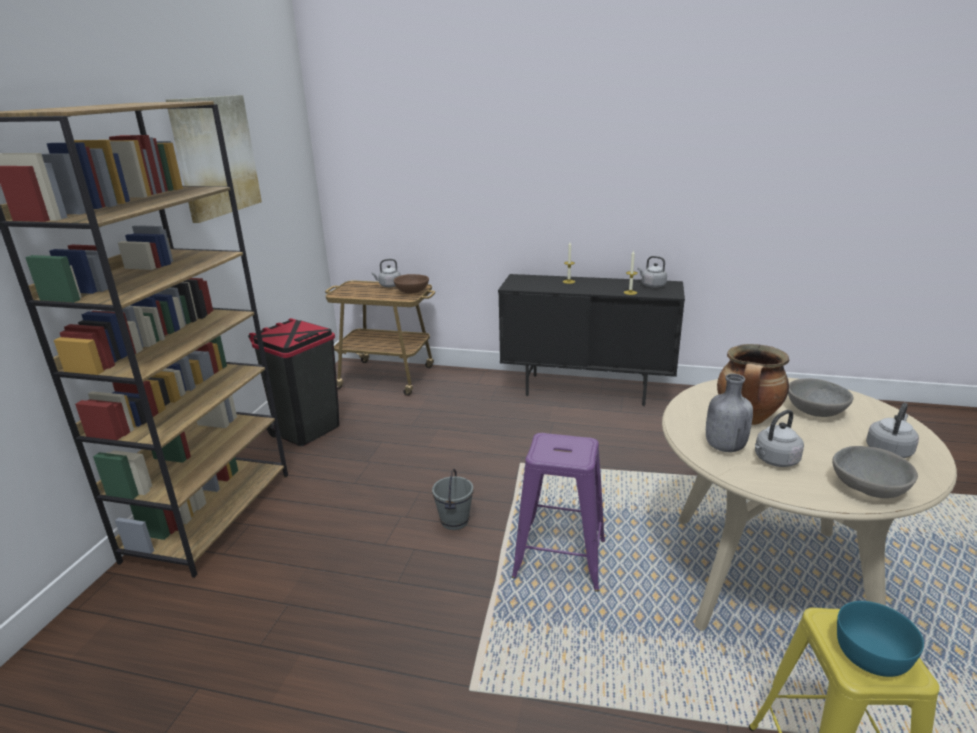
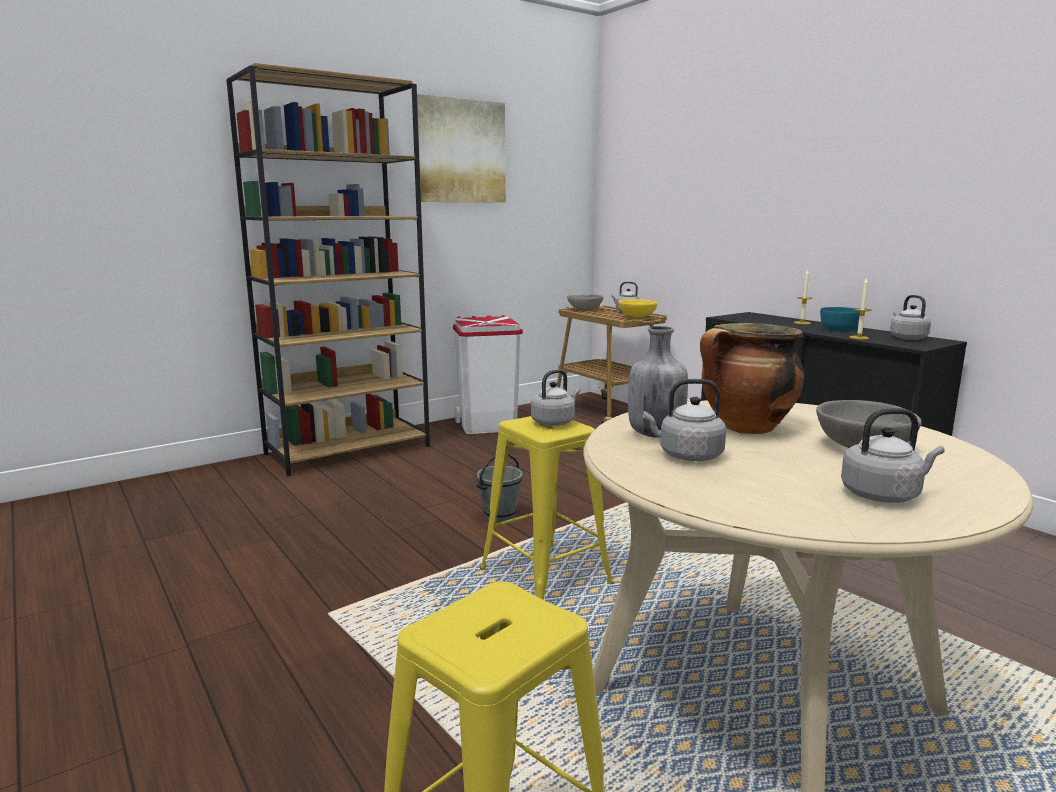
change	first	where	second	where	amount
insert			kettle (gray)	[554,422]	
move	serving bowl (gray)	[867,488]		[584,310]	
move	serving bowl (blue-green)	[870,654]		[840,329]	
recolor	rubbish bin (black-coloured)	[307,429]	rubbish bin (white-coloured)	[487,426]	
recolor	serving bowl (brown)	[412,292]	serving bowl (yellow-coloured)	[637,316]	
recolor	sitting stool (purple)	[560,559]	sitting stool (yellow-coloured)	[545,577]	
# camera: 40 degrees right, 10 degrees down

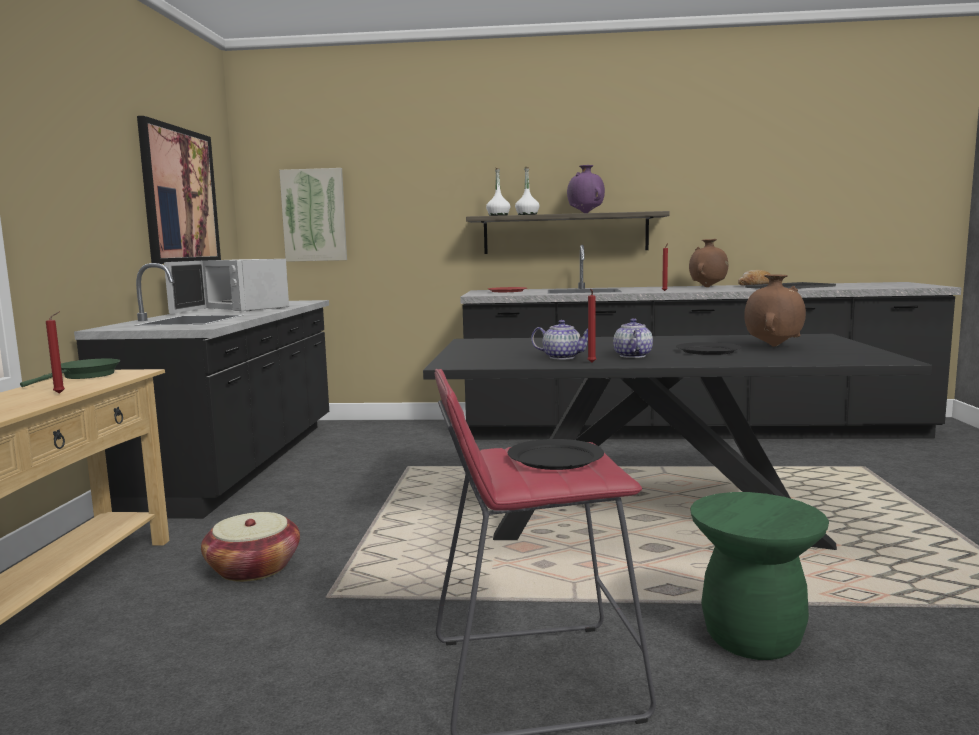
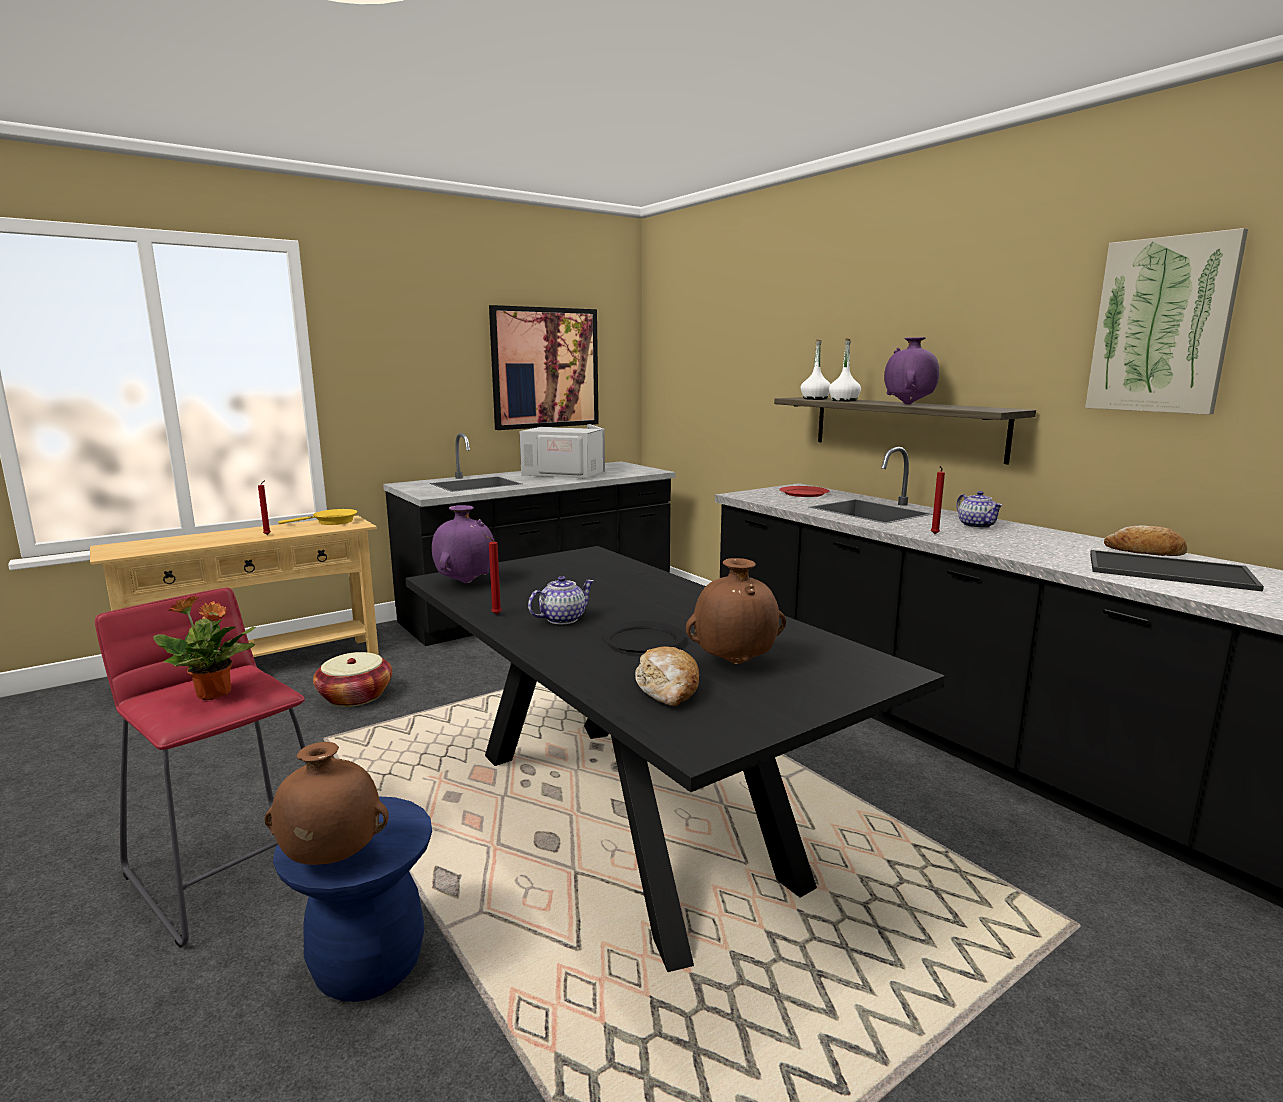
change	first	where	second	where	amount
insert			decorative vase (purple)	[466,582]	
insert			bread	[668,689]	
move	wall art	[314,215]		[1162,326]	
move	pot for tea	[561,357]		[976,526]	
move	decorative vase (brown)	[708,287]		[331,858]	
replace	flat dish (black-coloured)	[555,458]	plant in a pot	[215,694]	
recolor	frying pan (green-coloured)	[85,376]	frying pan (yellow-coloured)	[331,522]	
recolor	sitting stool (green-coloured)	[752,638]	sitting stool (blue)	[368,966]	
rotate	kitchen microwave (white-coloured)	[240,308]		[566,473]	105 degrees clockwise
# camera: 50 degrees right, 5 degrees up

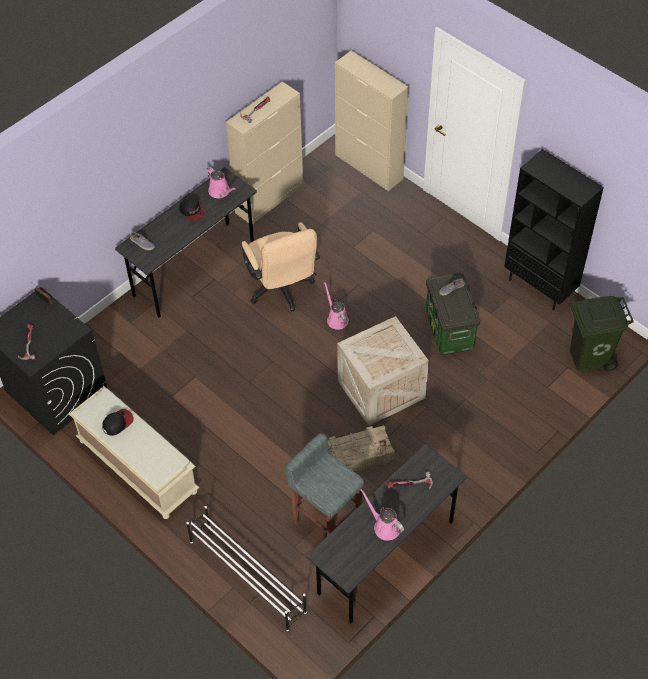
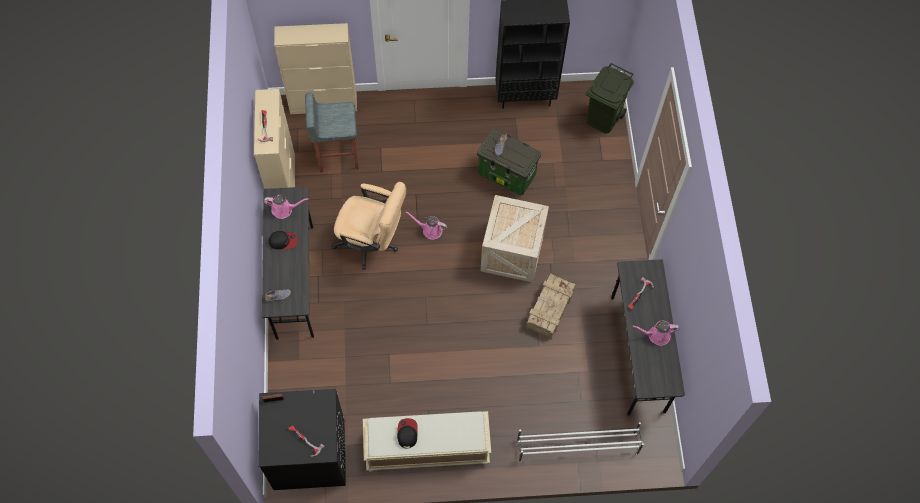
change	first	where	second	where	amount
move	sitting stool (gray)	[326,521]		[337,155]	
# camera: 50 degrees left, 10 degrees up

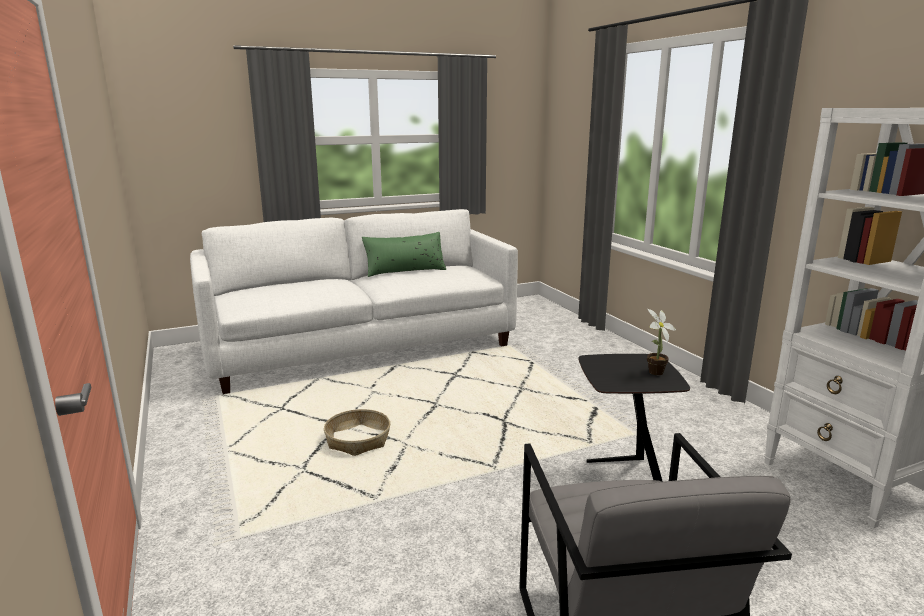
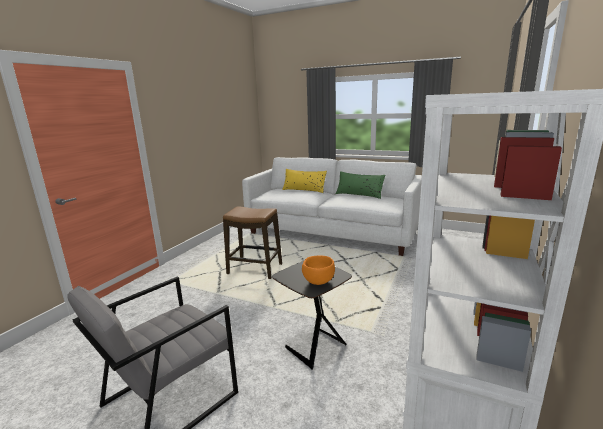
change	first	where	second	where	amount
insert			cushion (yellow-coloured)	[304,190]	
replace	basket	[358,440]	sitting stool	[255,269]	
replace	plant in a pot	[654,373]	serving bowl (orangey)	[318,281]	
# camera: 50 degrees right, 0 degrees up

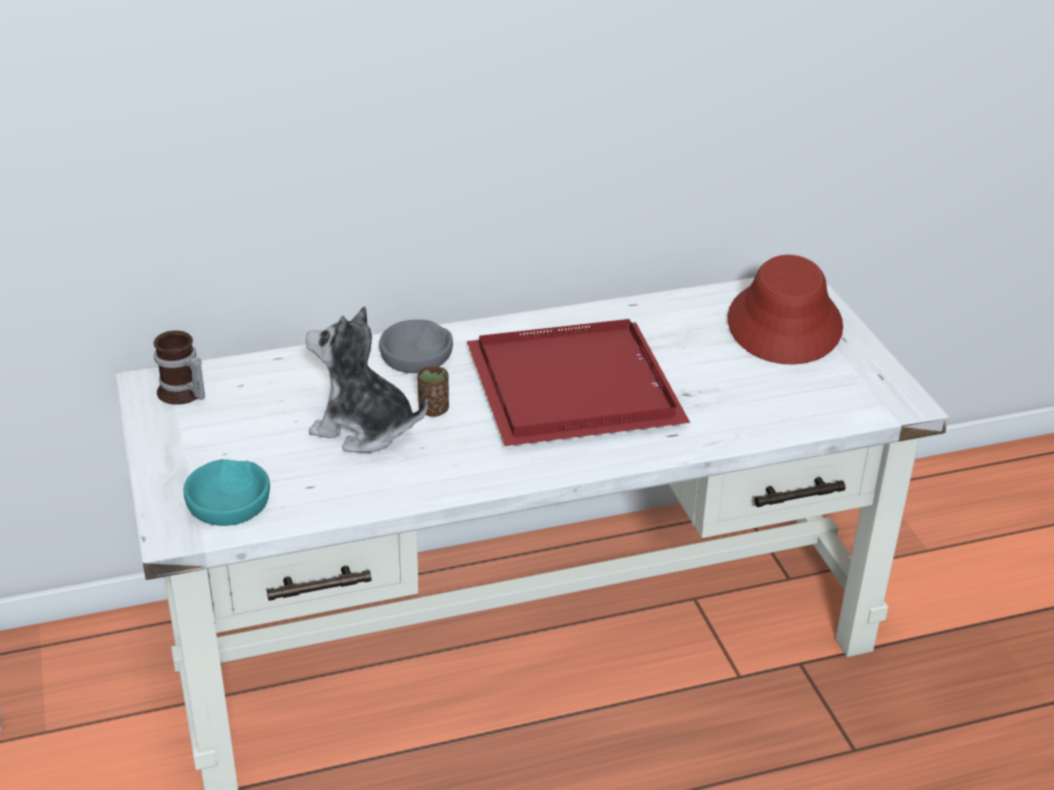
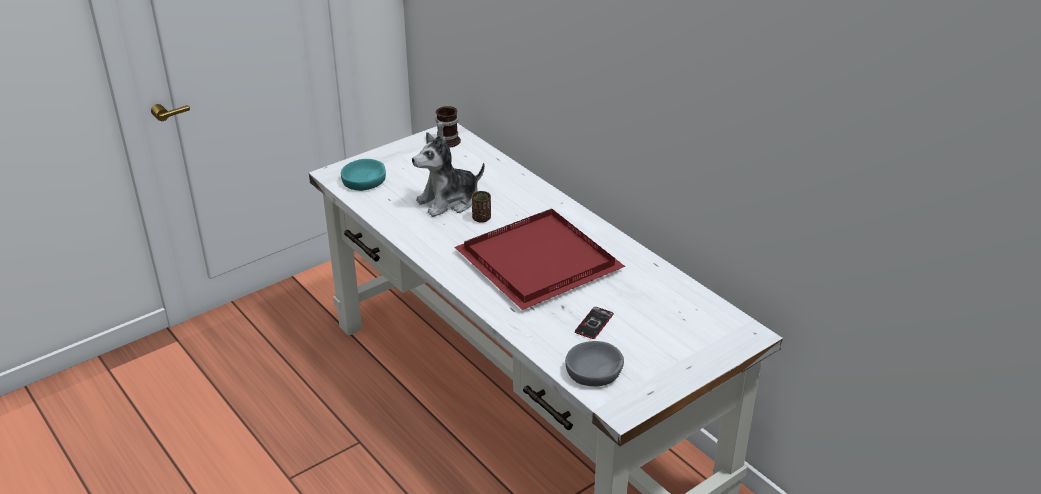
change	first	where	second	where	amount
delete	hat (red)	[785,324]			
insert			handset	[594,323]	
move	serving bowl (gray)	[416,355]		[594,370]	
rotate	soft toy	[363,429]		[449,201]	120 degrees counterclockwise
# camera: 70 degrees right, 0 degrees up

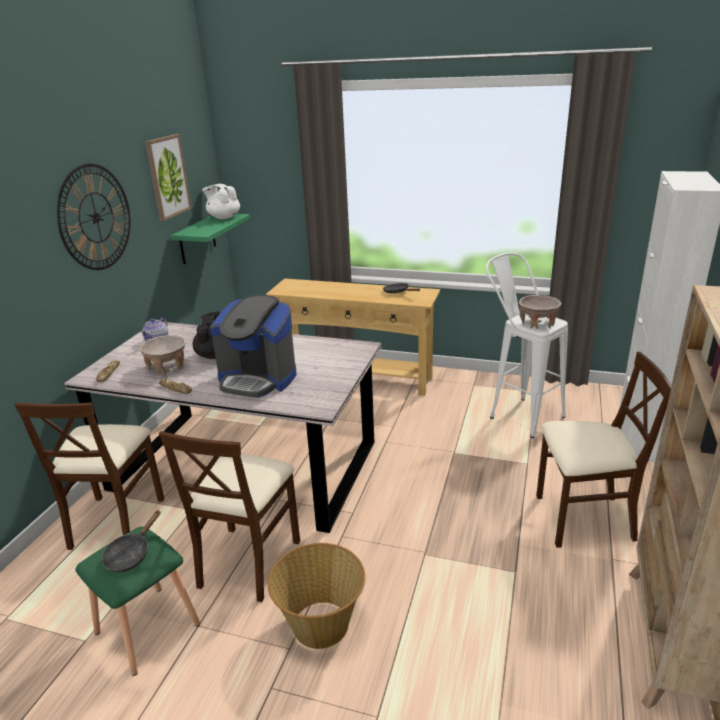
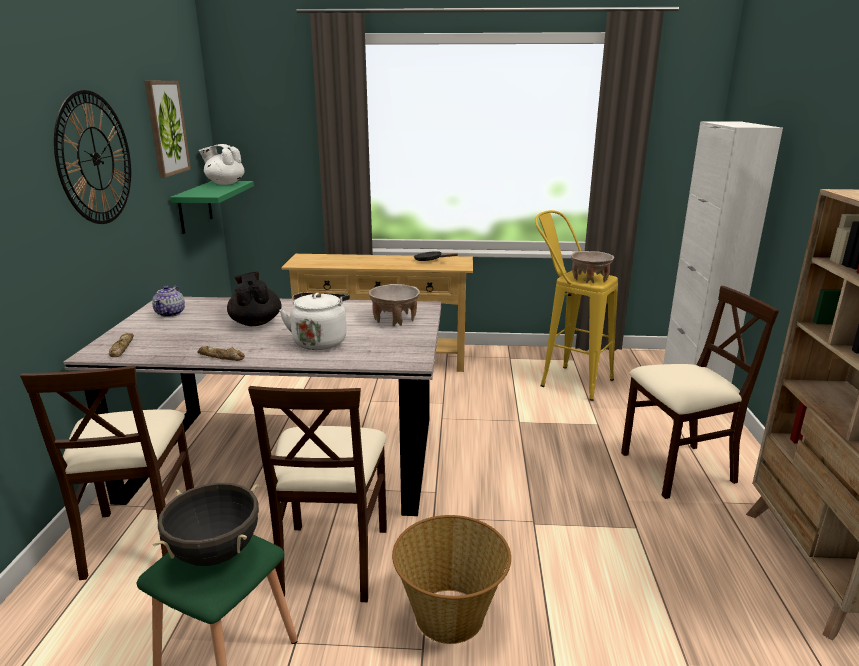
change	first	where	second	where	amount
move	serving bowl (beige)	[167,367]		[394,319]	
replace	frying pan (black-coloured)	[131,554]	cooking pot (black-coloured)	[215,553]	
replace	coffee maker	[257,379]	kettle (white-coloured)	[320,341]	
recolor	sitting stool (white-coloured)	[518,413]	sitting stool (yellow-coloured)	[566,380]	
# camera: 15 degrees left, 5 degrees down

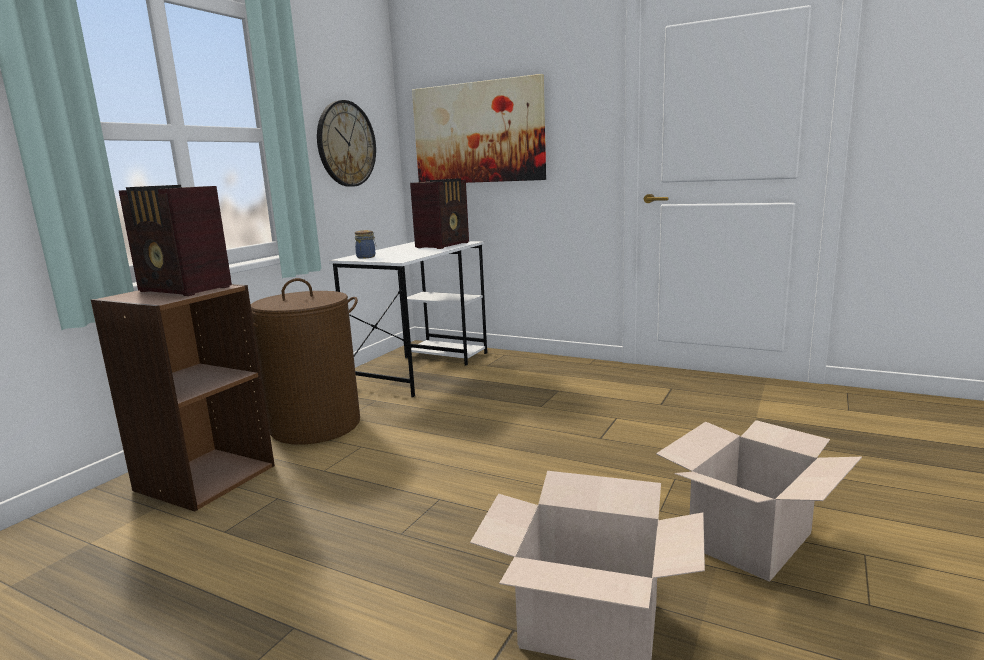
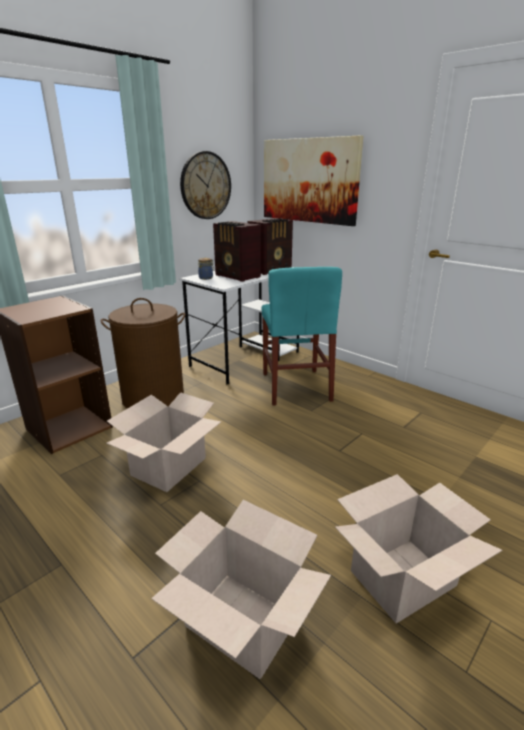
change	first	where	second	where	amount
insert			packing box	[168,466]	
insert			upright chair (blue-green)	[295,386]	
move	radio set	[185,289]		[237,276]	
# camera: 15 degrees right, 10 degrees up

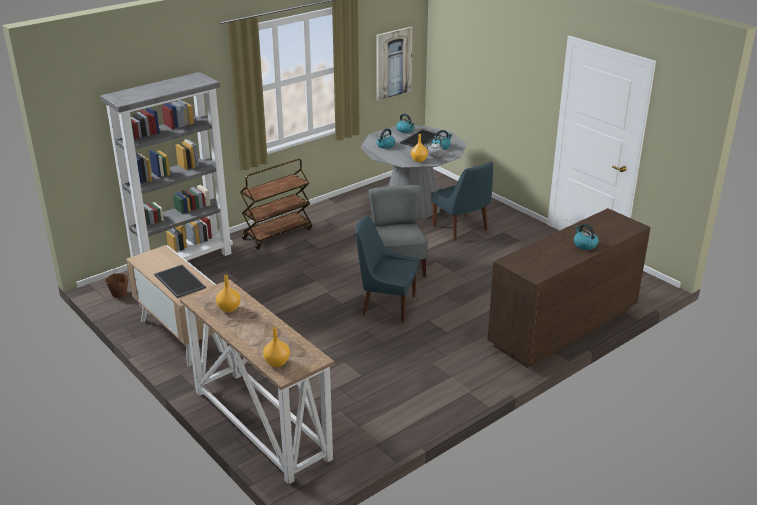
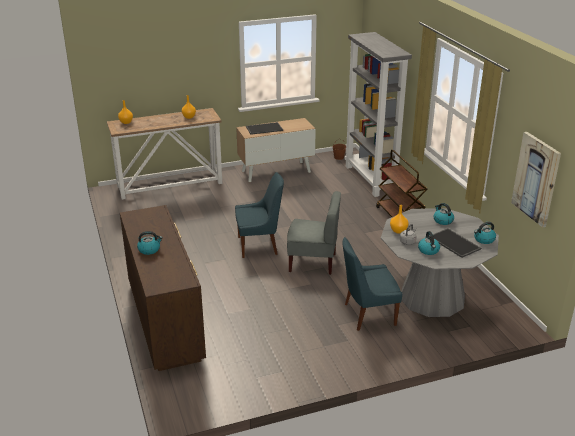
change	first	where	second	where	amount
rotate	upright chair (blue)	[386,305]		[259,245]	45 degrees clockwise
# camera: 110 degrees right, 0 degrees up

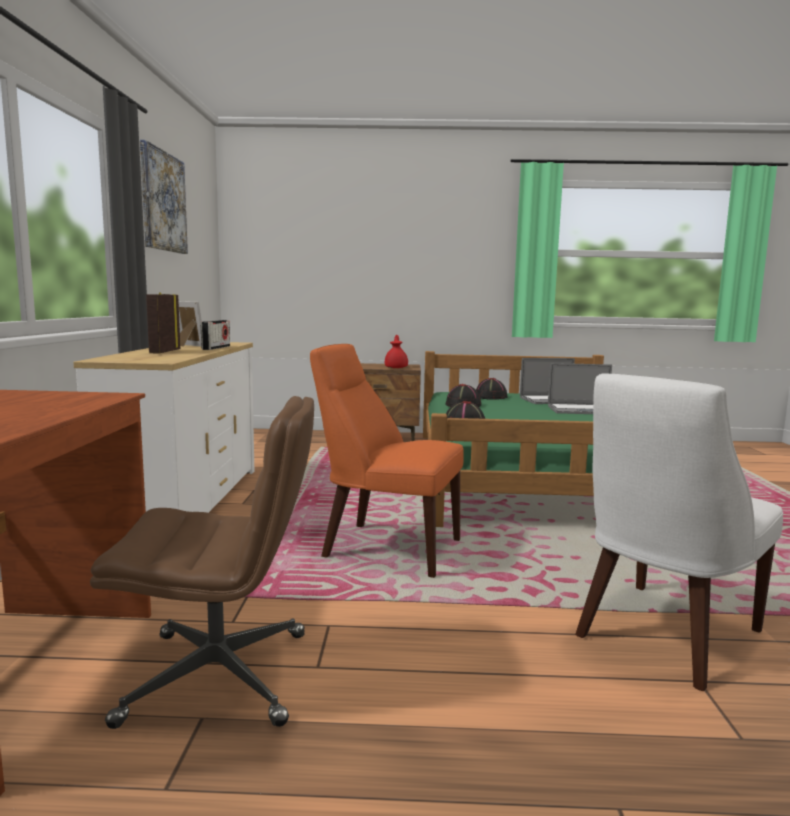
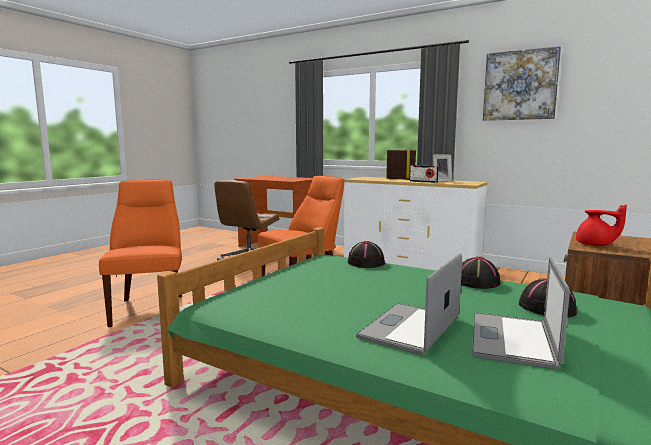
change	first	where	second	where	amount
recolor	upright chair (white-coloured)	[663,635]	upright chair (orangey)	[150,308]	
# camera: 120 degrees right, 0 degrees up

